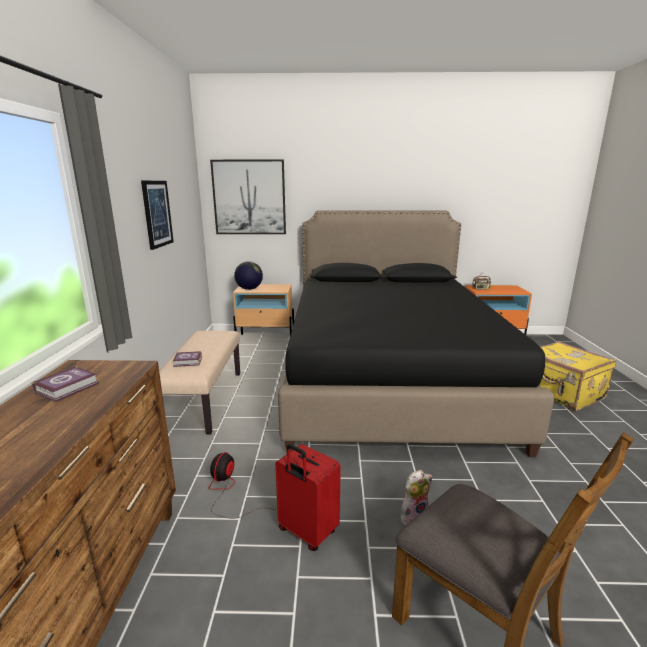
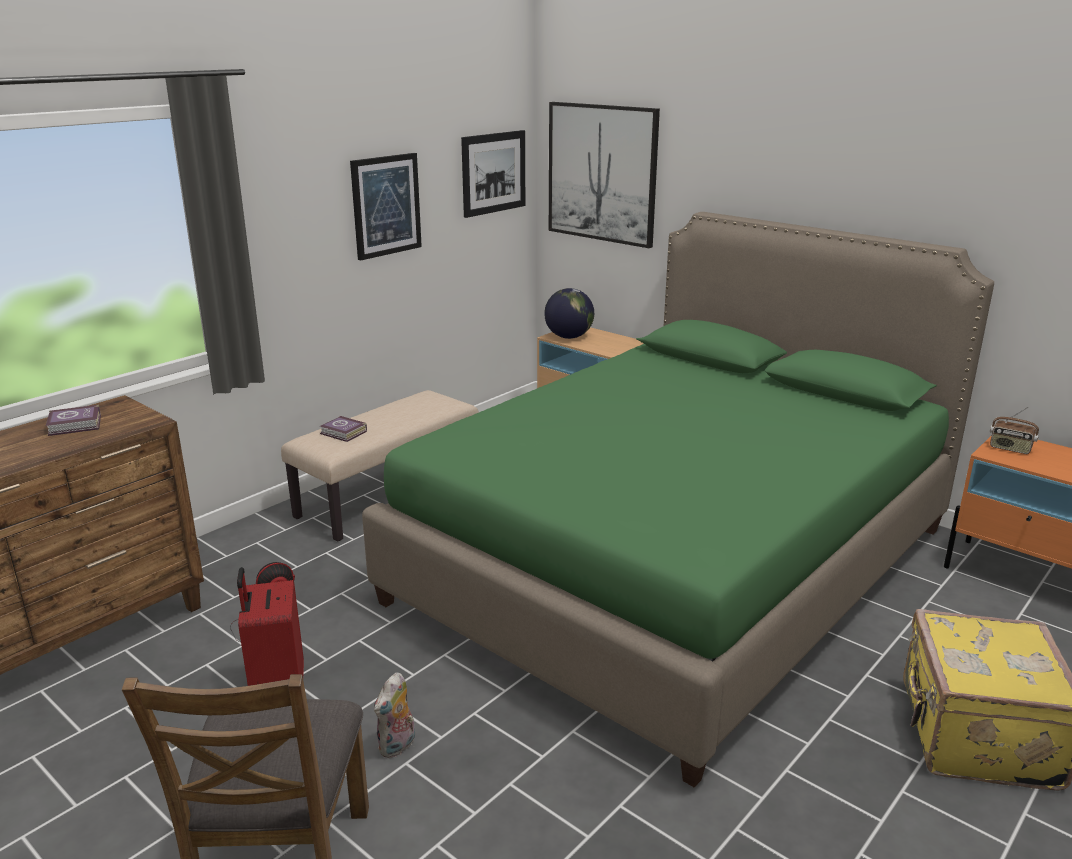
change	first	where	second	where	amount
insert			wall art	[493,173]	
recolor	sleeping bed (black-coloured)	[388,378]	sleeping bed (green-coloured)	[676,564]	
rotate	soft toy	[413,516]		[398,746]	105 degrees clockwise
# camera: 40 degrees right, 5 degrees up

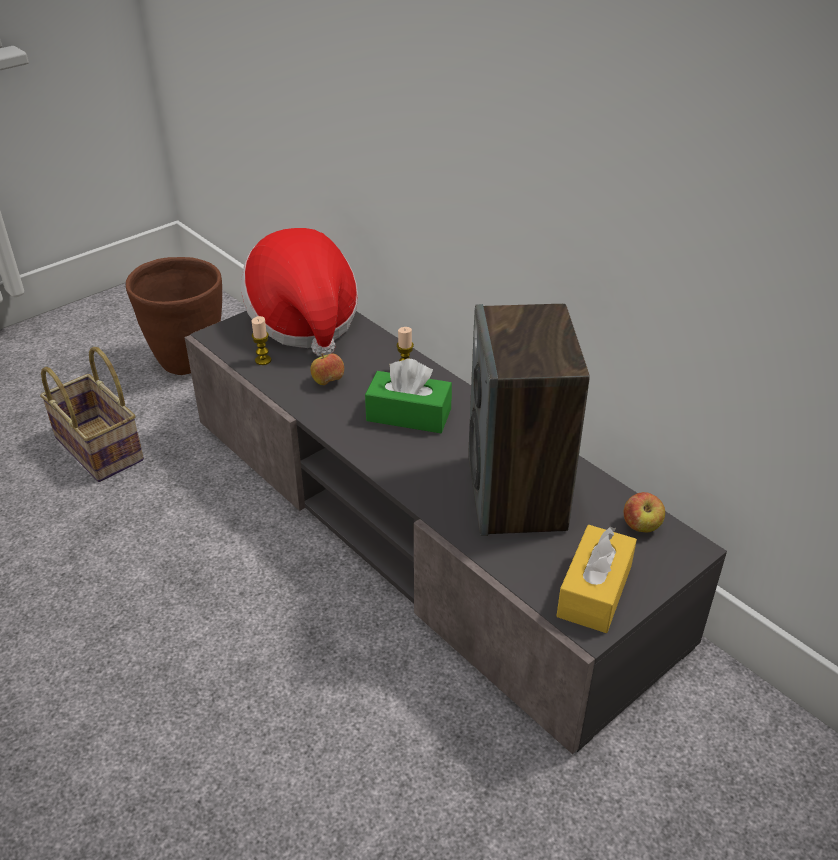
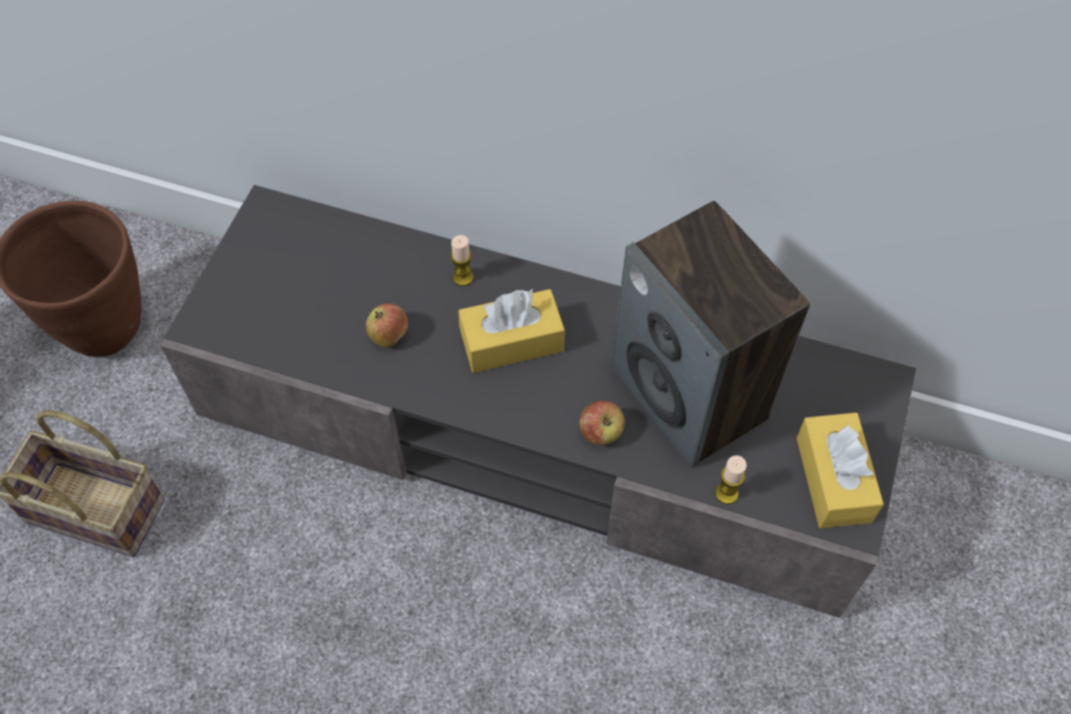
change	first	where	second	where	amount
delete	hat	[303,322]			
move	candle	[263,360]		[726,493]	
move	apple fruit	[641,526]		[601,432]	
recolor	box of tissues (green-coloured)	[408,415]	box of tissues (yellow-coloured)	[512,341]	
# camera: 30 degrees left, 20 degrees up

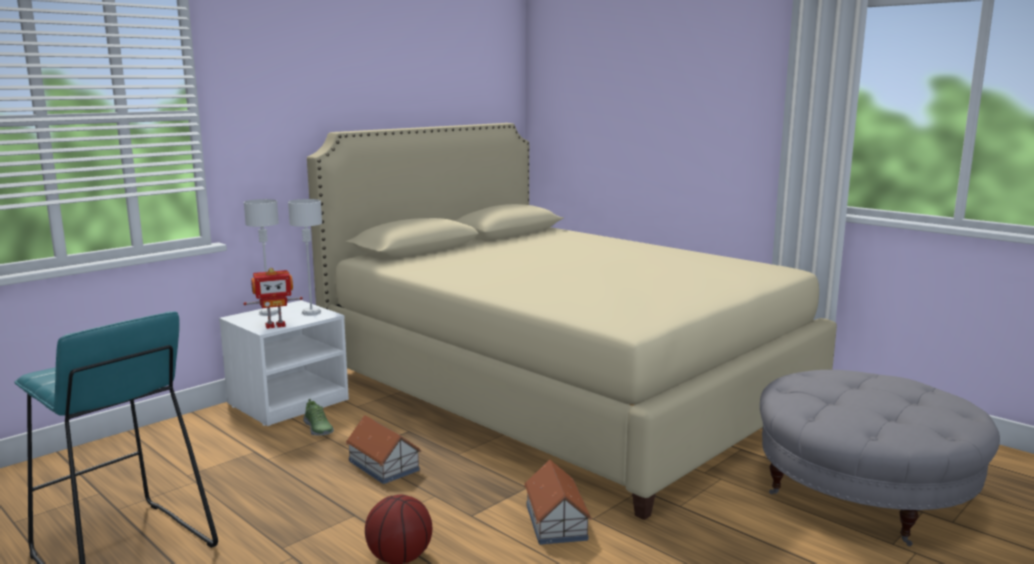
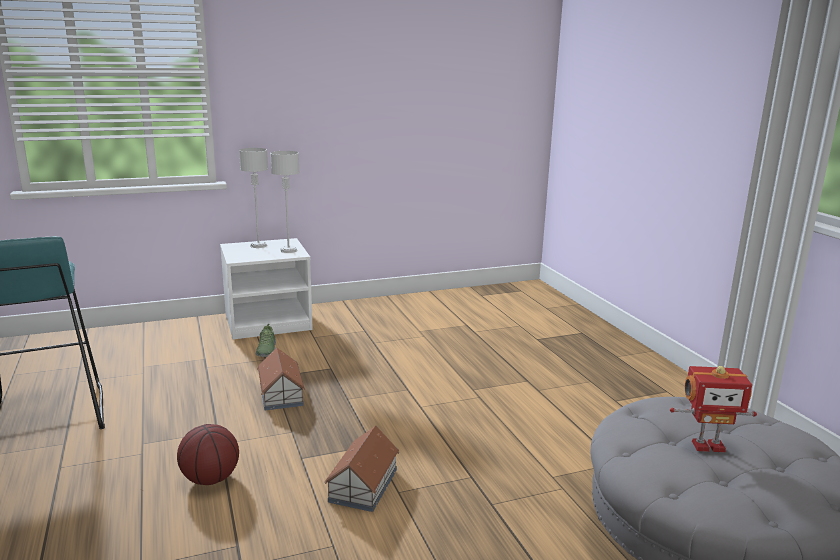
change	first	where	second	where	amount
delete	sleeping bed (beige)	[562,390]			
move	toy robot	[275,325]		[707,445]	
# camera: 25 degrees right, 5 degrees up

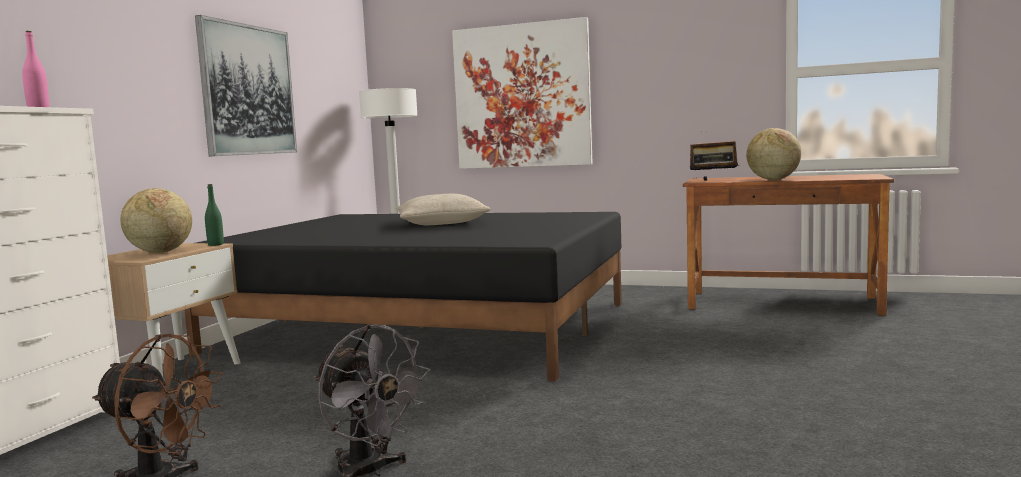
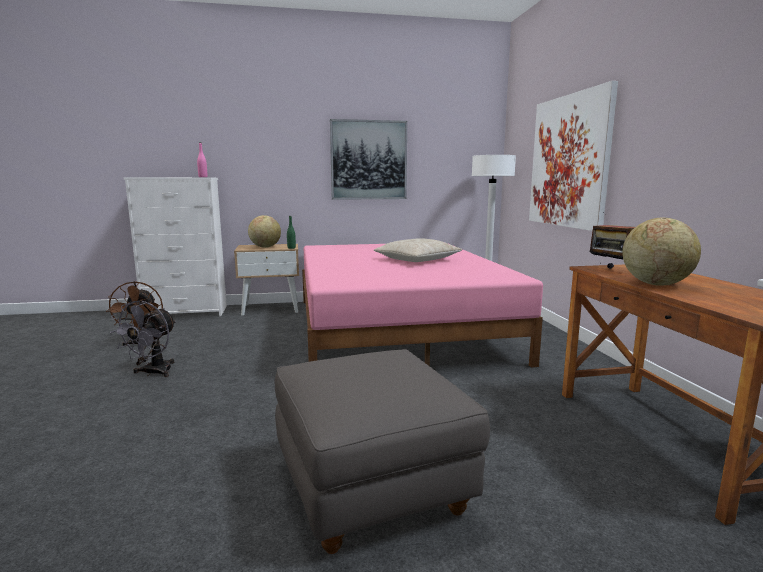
change	first	where	second	where	amount
insert			pouffe (gray)	[372,487]	
recolor	sleeping bed (black-coloured)	[424,327]	sleeping bed (pink)	[397,327]	
# camera: 60 degrees right, 5 degrees up

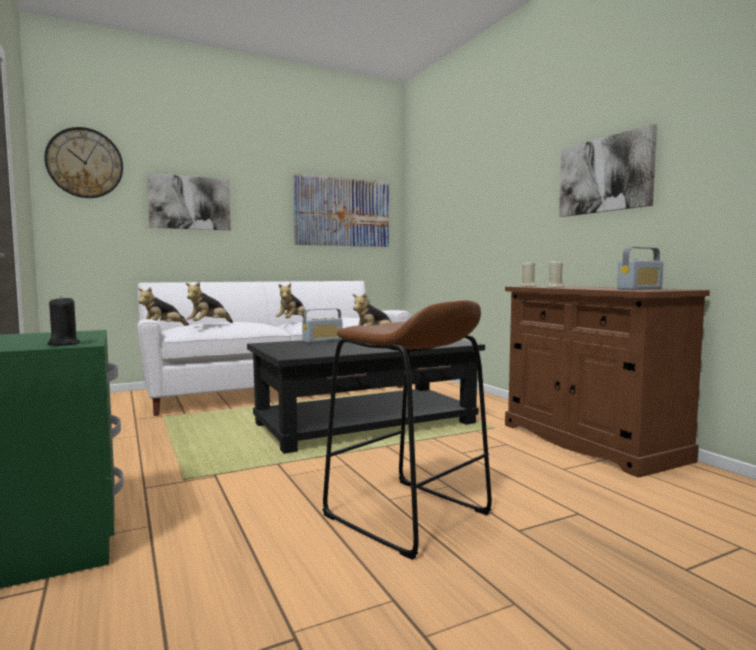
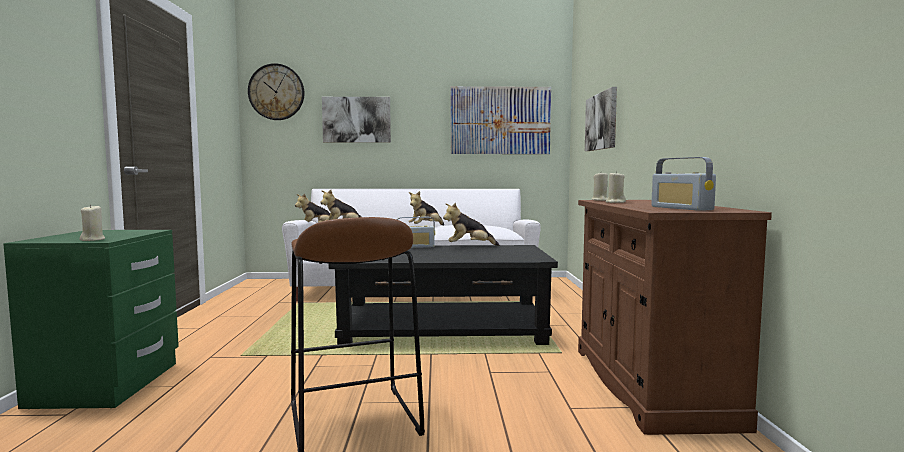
change	first	where	second	where	amount
move	wall art	[605,175]		[601,121]	
recolor	candle (black-coloured)	[63,344]	candle (beige)	[93,240]	
rotate	radio set	[639,289]		[681,208]	75 degrees clockwise
# camera: 25 degrees right, 0 degrees up

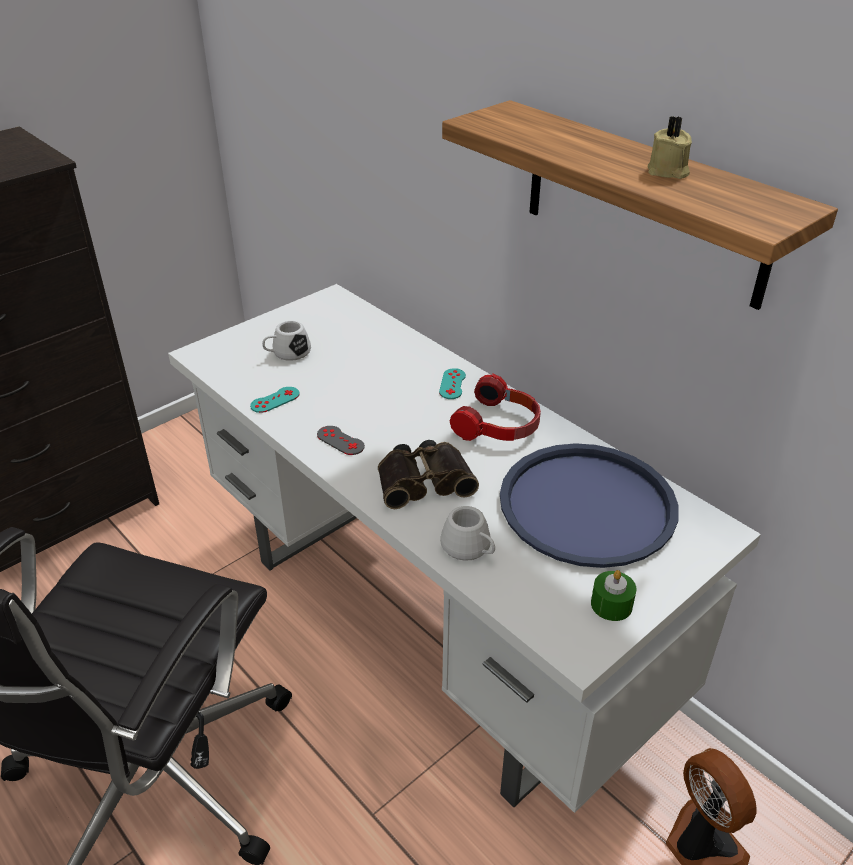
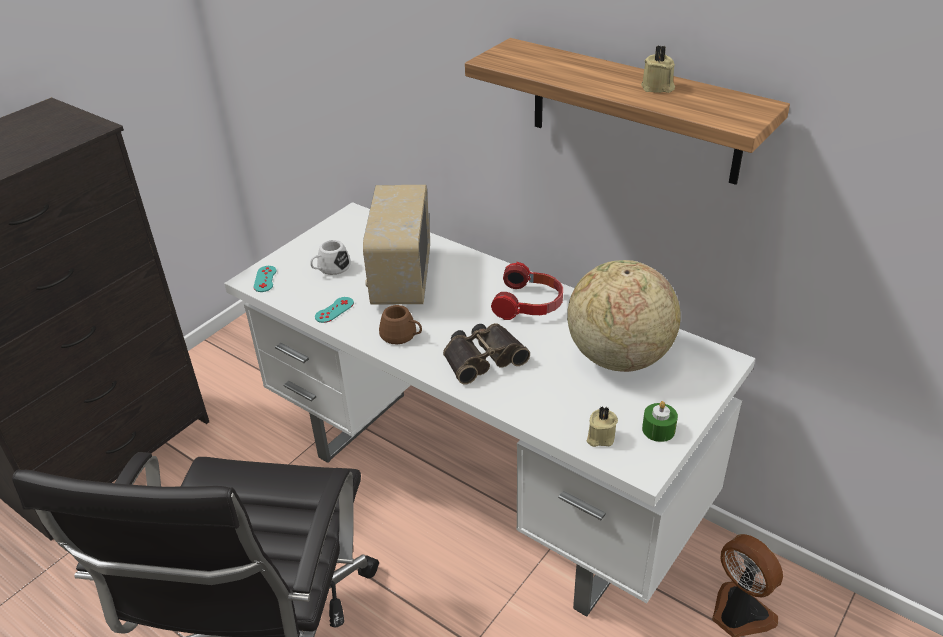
change	first	where	second	where	amount
delete	coffee mug (white-coloured)	[470,548]			
insert			radio set	[400,278]	
insert			candle (beige)	[600,437]	
move	gamepad (blue-green)	[452,384]		[265,279]	
replace	gamepad (gray)	[340,440]	coffee mug (brown)	[402,336]	
replace	tray (blue)	[587,505]	desk globe	[618,357]	
# camera: 10 degrees left, 0 degrees up

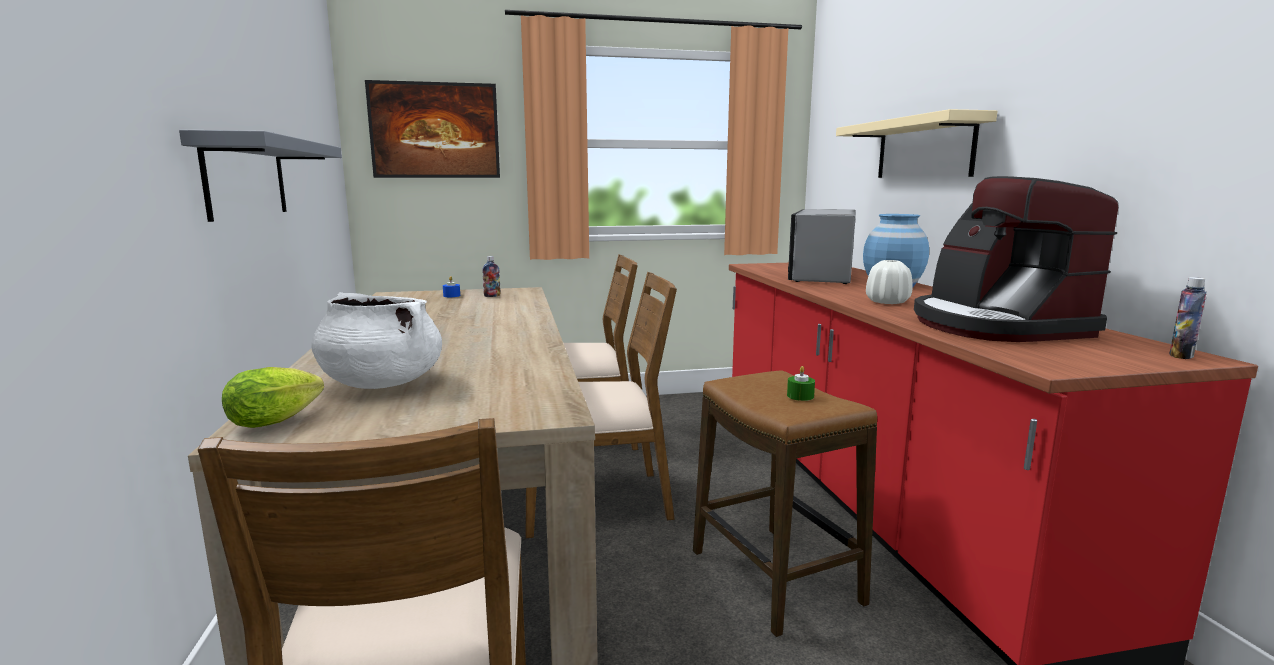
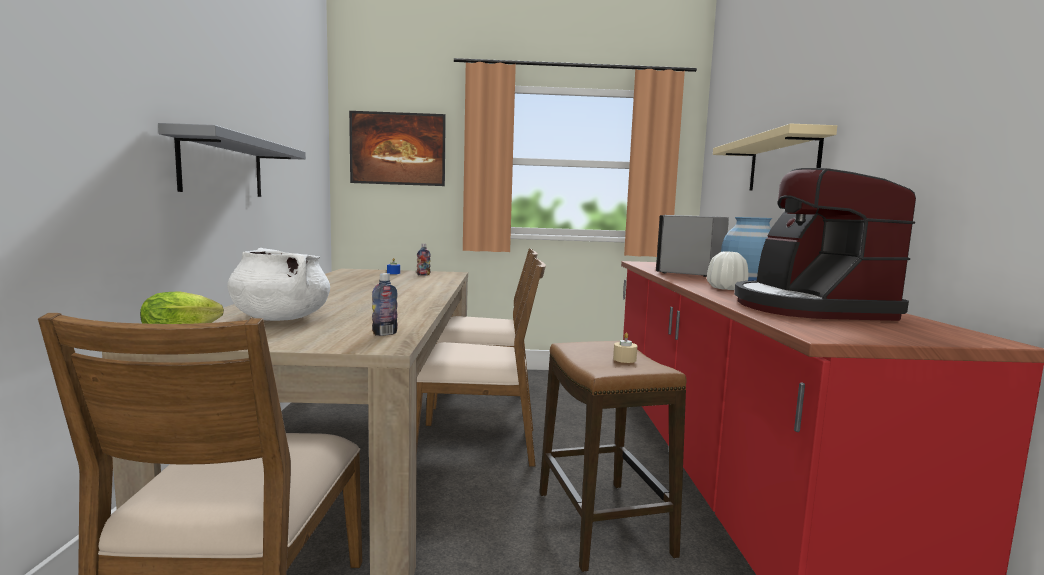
change	first	where	second	where	amount
move	bottle	[1181,356]		[385,334]	
recolor	candle (green-coloured)	[800,396]	candle (beige)	[624,359]	
# camera: 10 degrees right, 5 degrees down

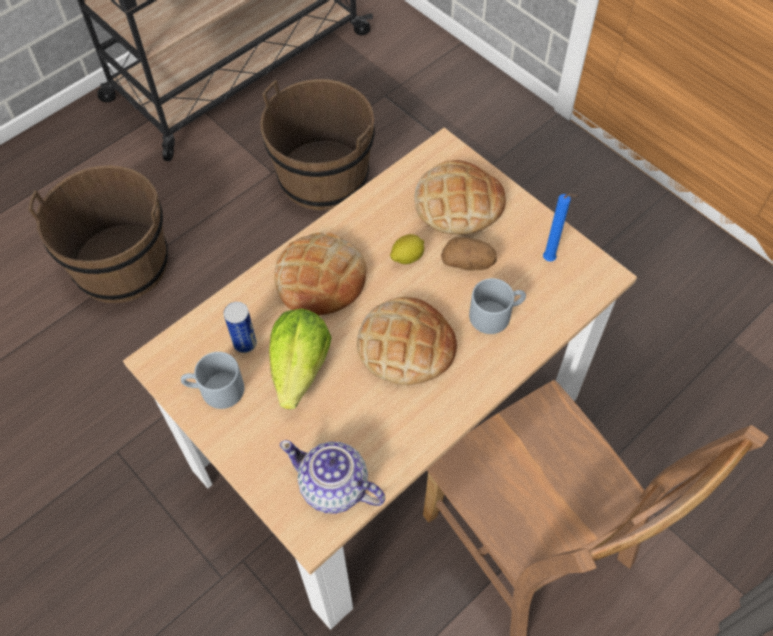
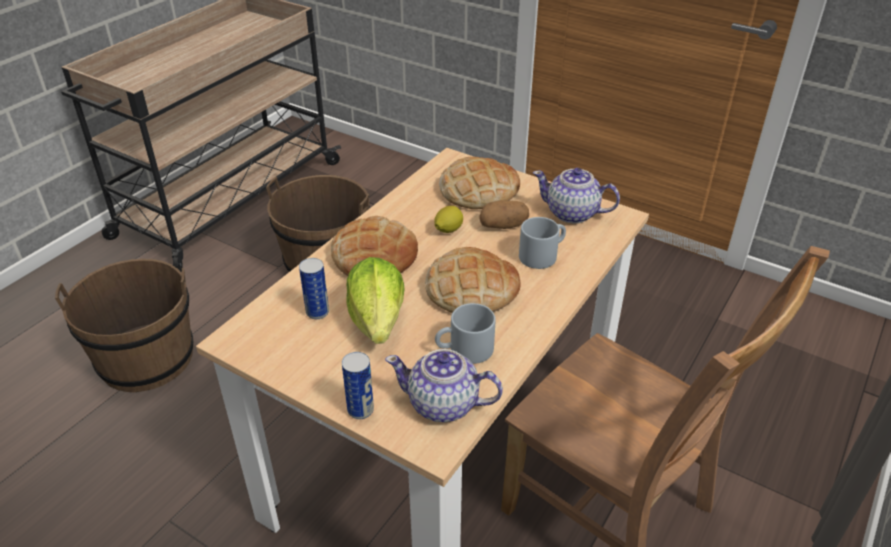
change	first	where	second	where	amount
insert			sealed can	[360,410]	
move	coffee mug (gray)	[215,390]		[464,350]	
replace	candle (blue)	[550,260]	pot for tea	[572,213]	
# camera: 15 degrees left, 20 degrees down

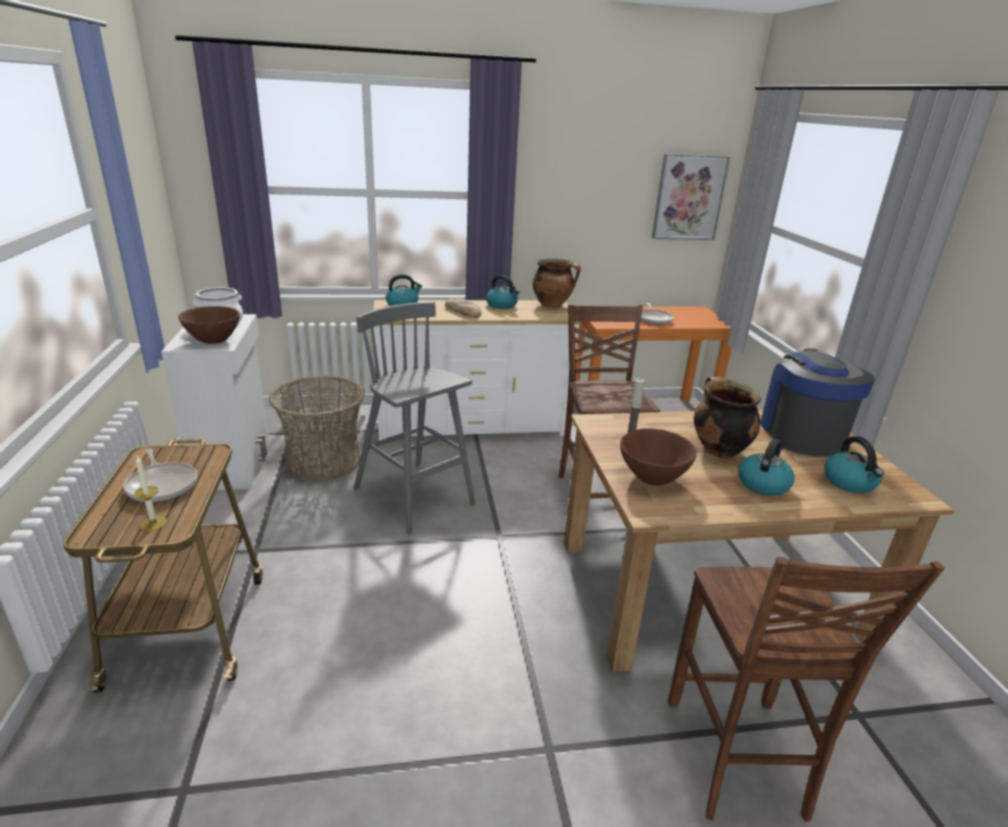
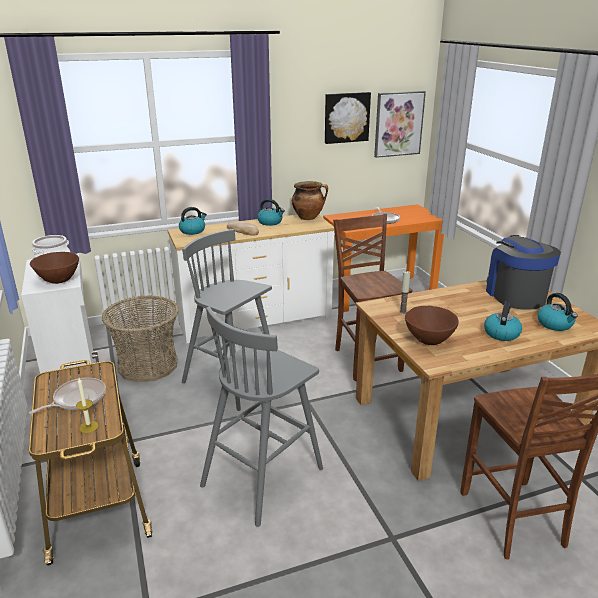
change	first	where	second	where	amount
delete	cooking pot	[718,450]			
insert			sitting stool (gray)	[264,476]	
insert			wall art	[346,117]	
rotate	frying pan	[162,485]		[77,399]	90 degrees counterclockwise
# camera: 10 degrees left, 0 degrees up

